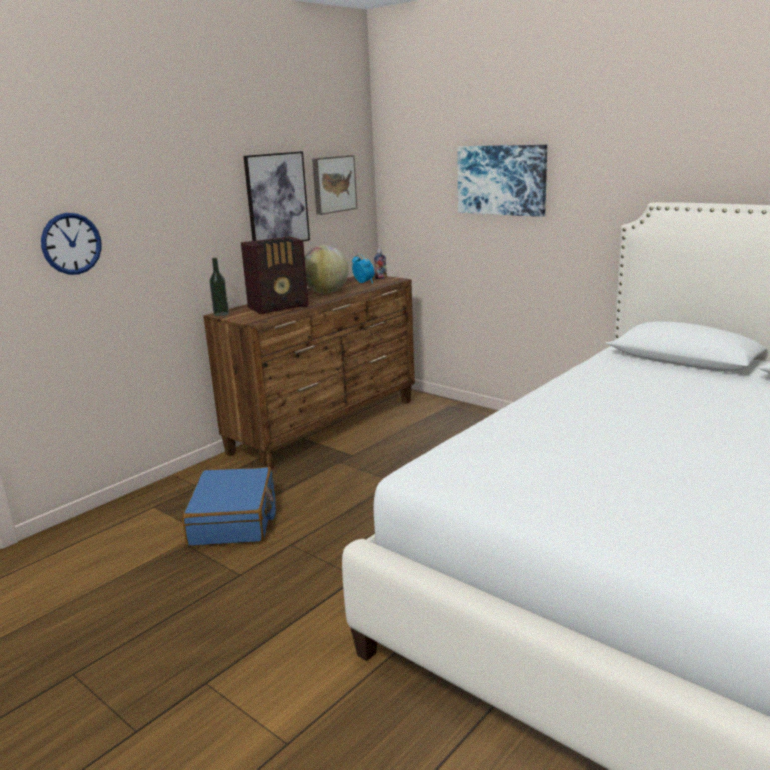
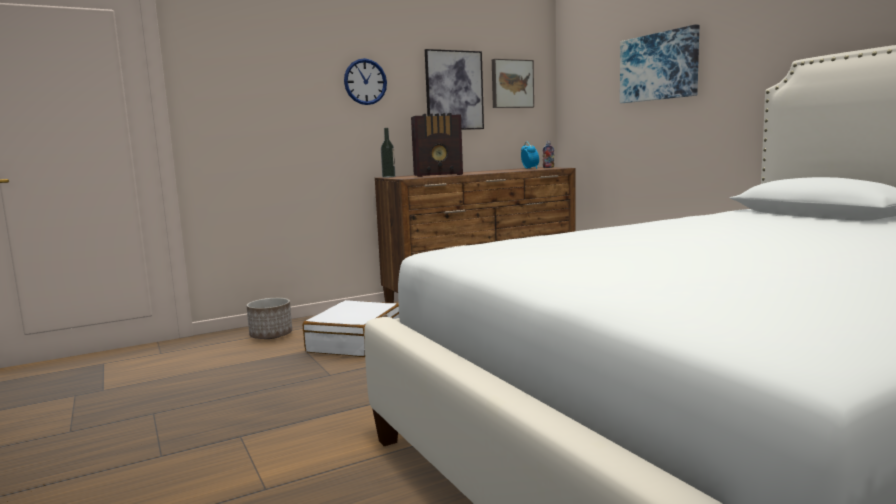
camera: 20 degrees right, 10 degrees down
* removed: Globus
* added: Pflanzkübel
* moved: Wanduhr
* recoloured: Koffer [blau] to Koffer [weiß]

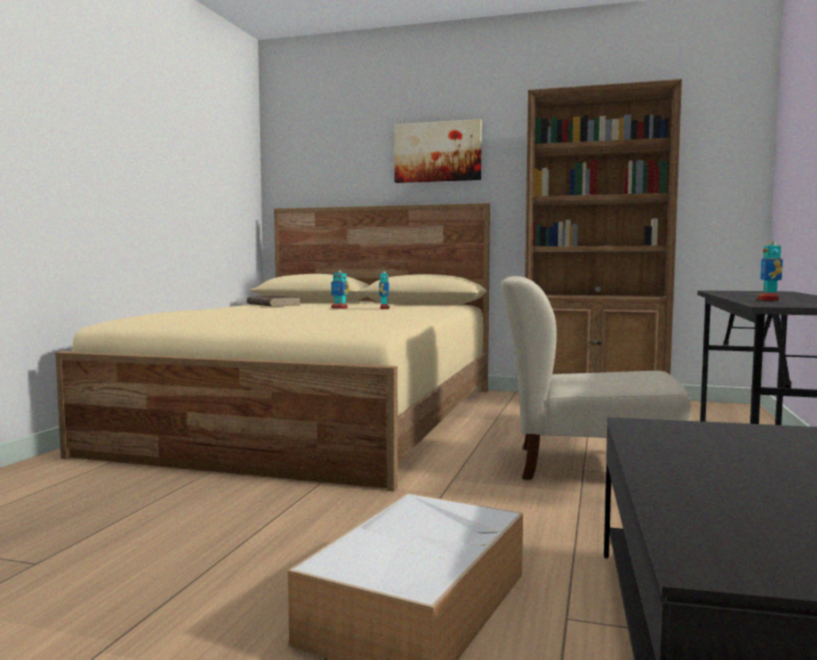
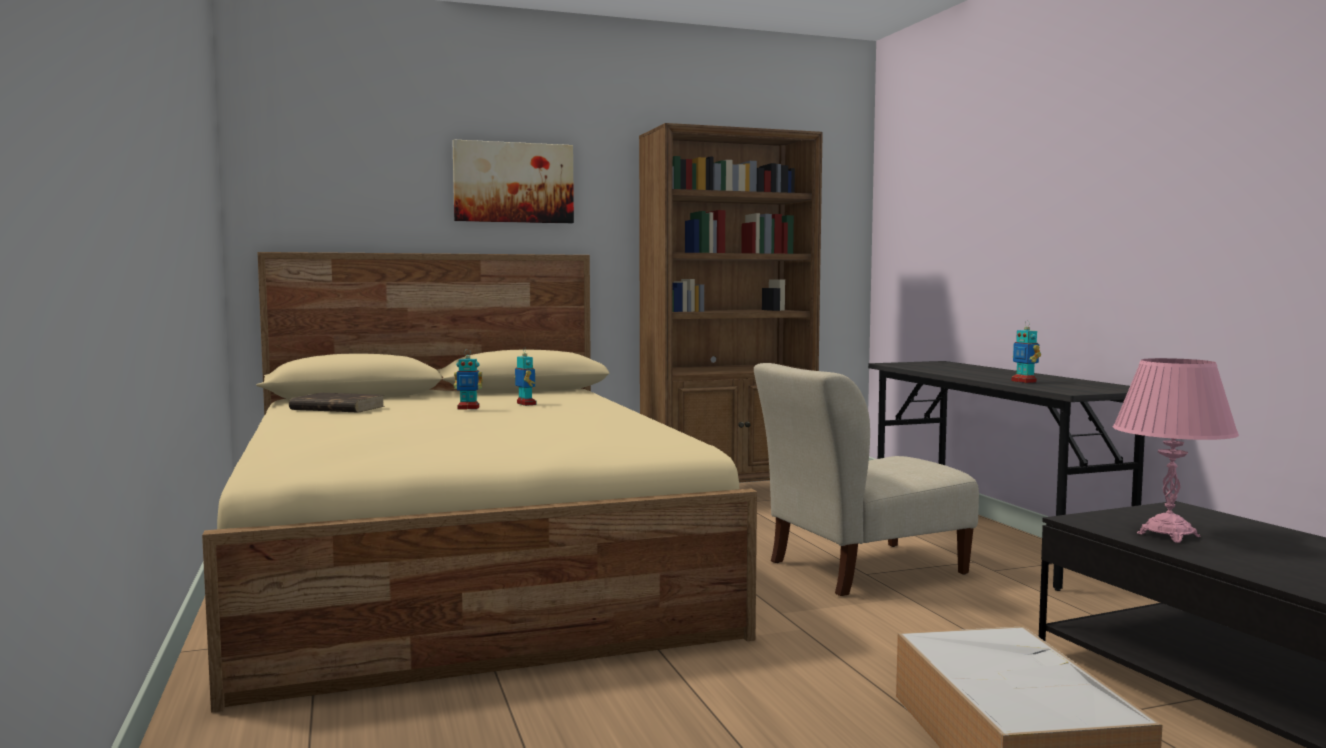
camera: 35 degrees left, 0 degrees up
* added: Tischlampe [rosa]

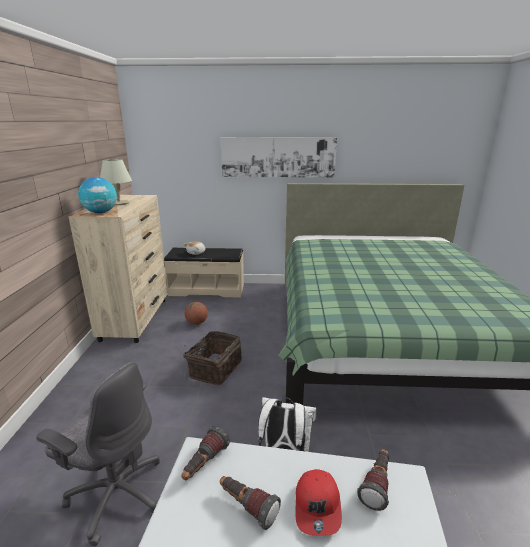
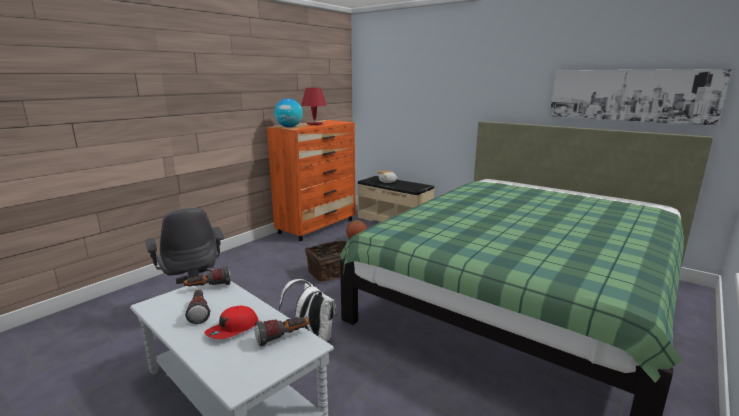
camera: 35 degrees right, 5 degrees down
* moved: Bild
* recoloured: Kommode [beige] to Kommode [orange]
* recoloured: Tischlampe [beige] to Tischlampe [rot]

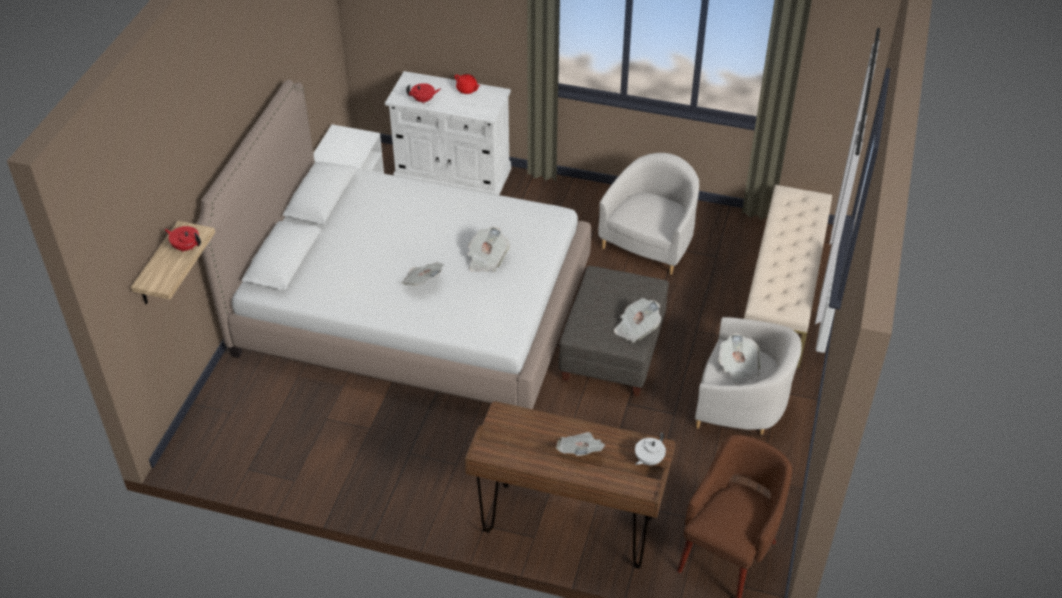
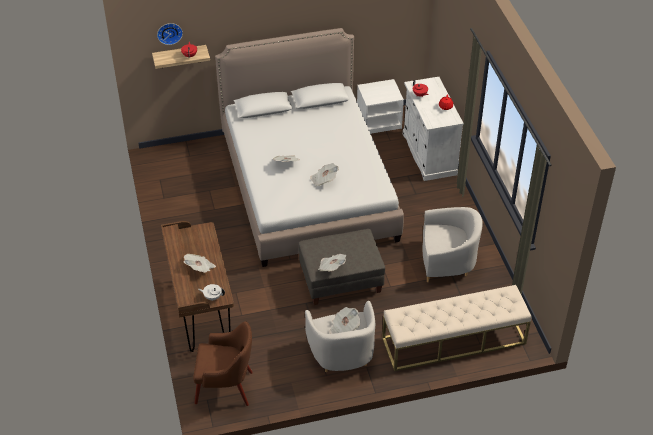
camera: 60 degrees right, 0 degrees up
* added: Wanduhr

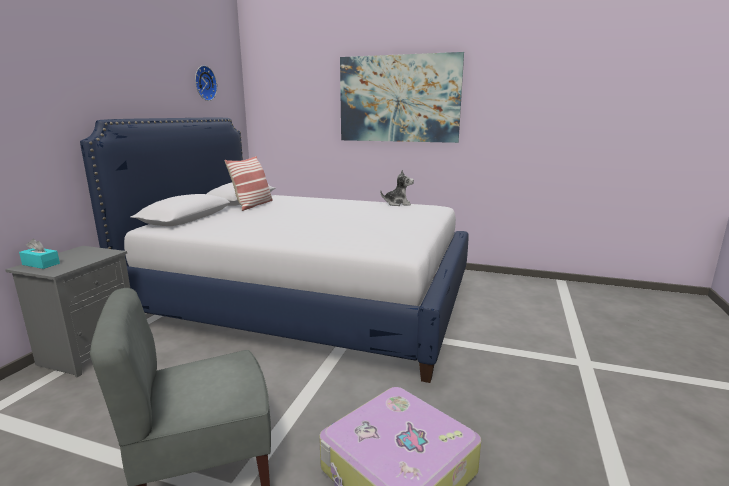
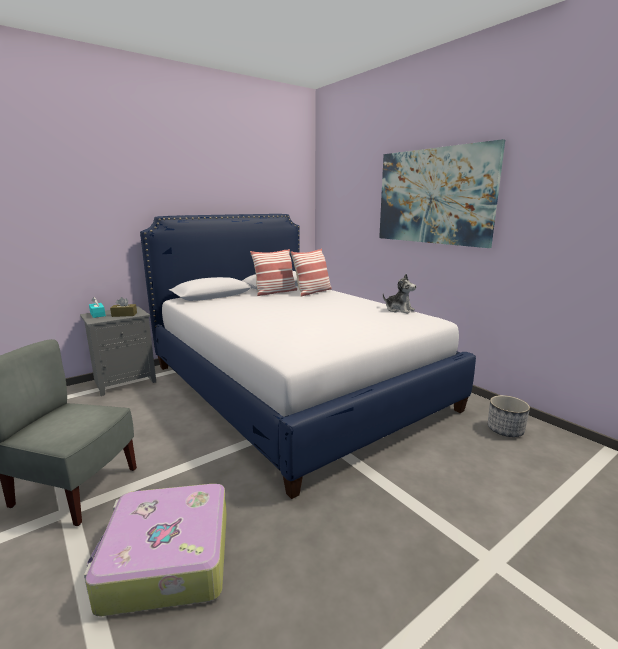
camera: 35 degrees right, 0 degrees up
* removed: Wanduhr
* added: Taschentuchbox [braun]
* added: Kissen (2nd from left)
* added: Pflanzkübel

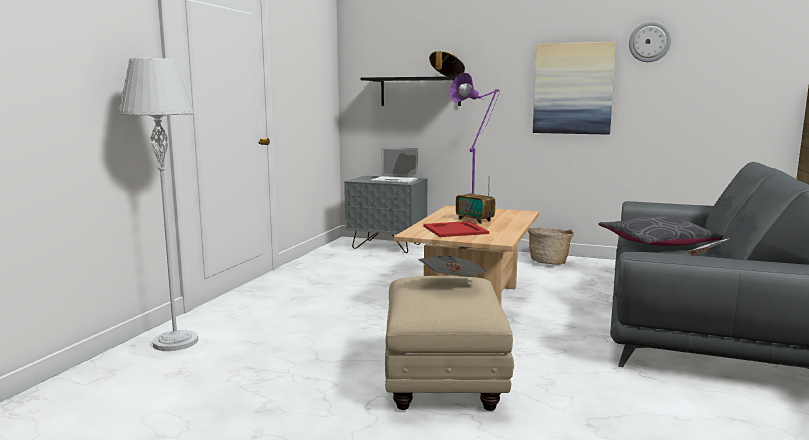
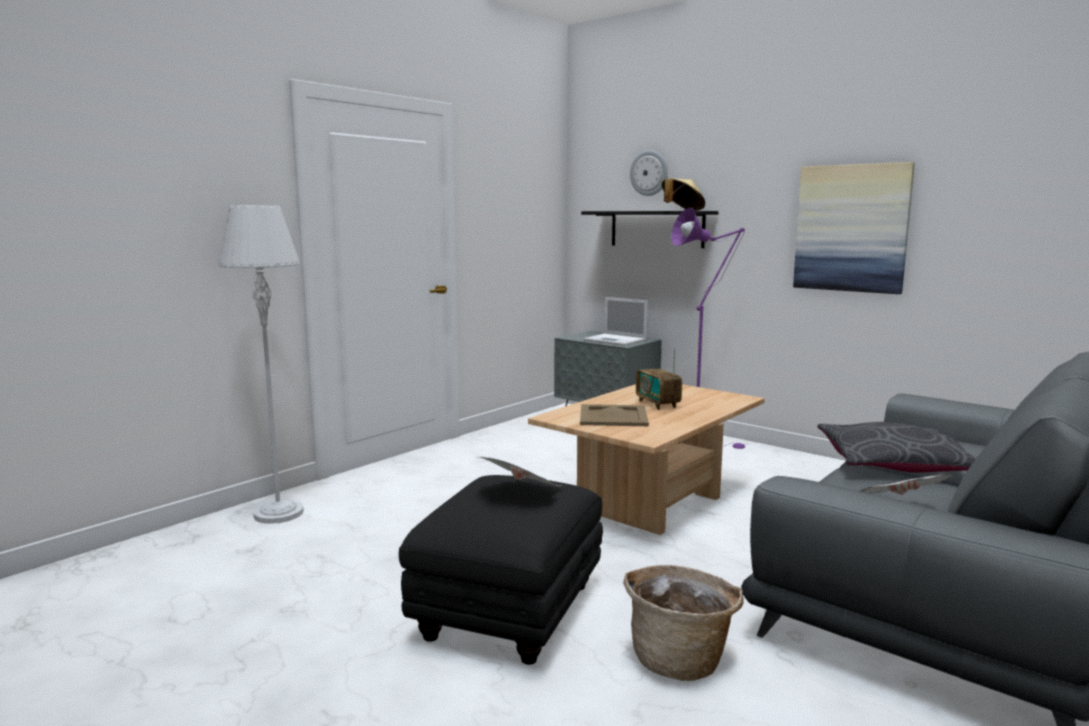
camera: 20 degrees right, 0 degrees up
* moved: Korb
* moved: Wanduhr
* recoloured: Polsterhocker [beige] to Polsterhocker [schwarz]
* recoloured: Tablett [rot] to Tablett [beige]

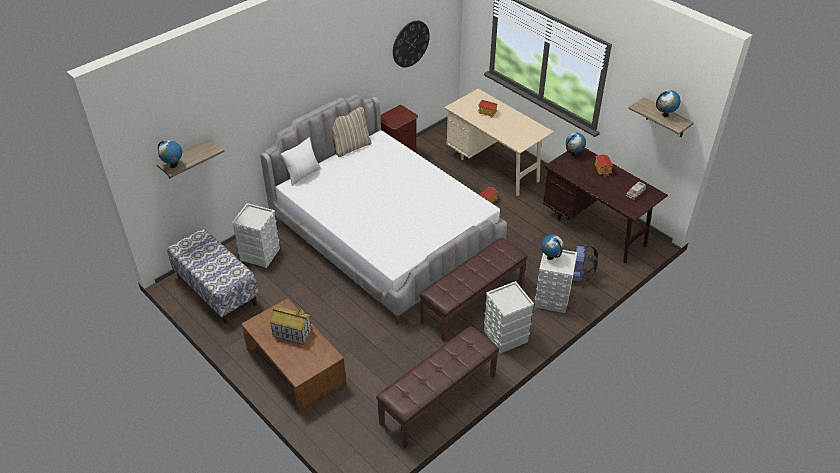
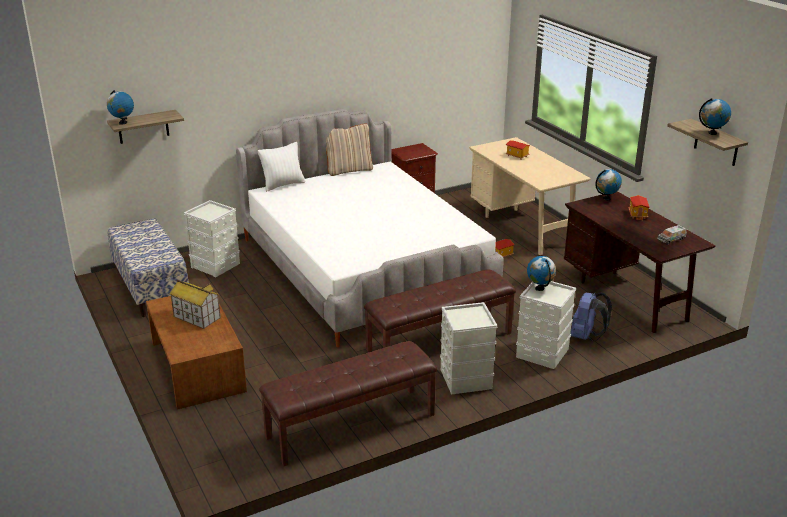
camera: 15 degrees right, 15 degrees down
* removed: Wanduhr

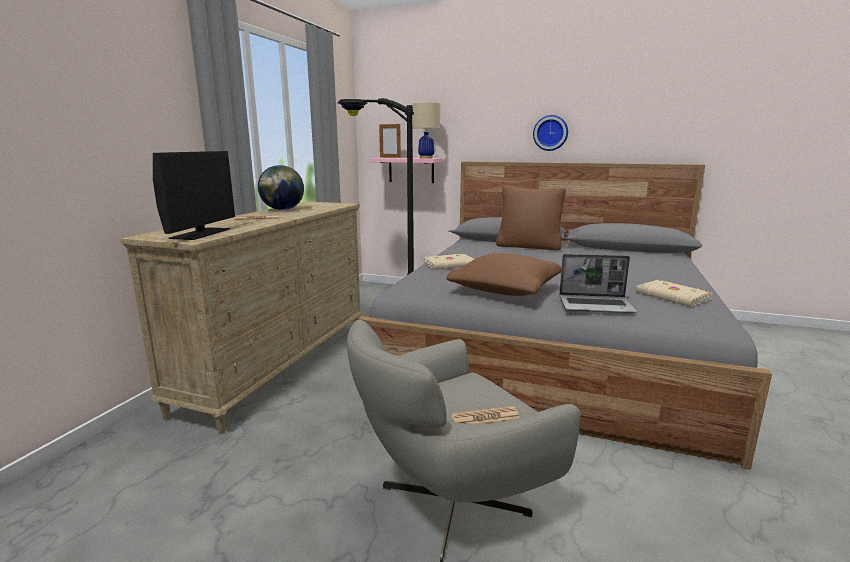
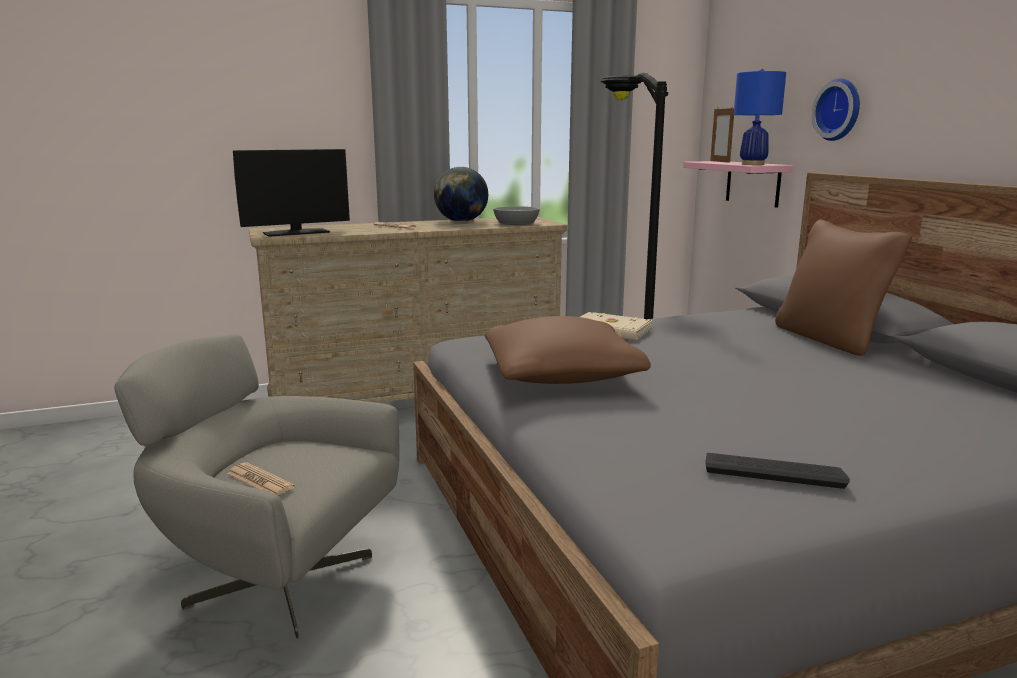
camera: 50 degrees right, 0 degrees up
* removed: Laptop
* added: Schüssel [grau]
* moved: Wanduhr
* replaced: Buch [beige] (2nd from left) to Tastatur
* recoloured: Tischlampe [beige] to Tischlampe [blau]

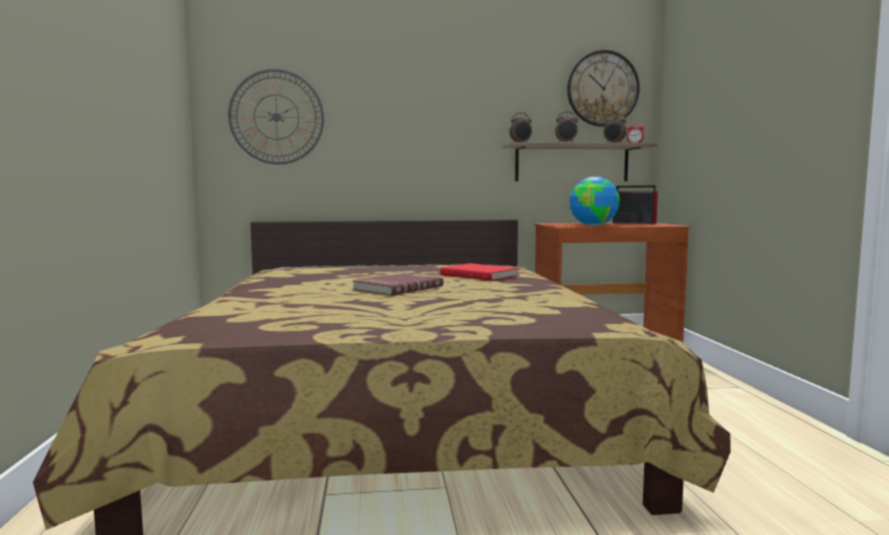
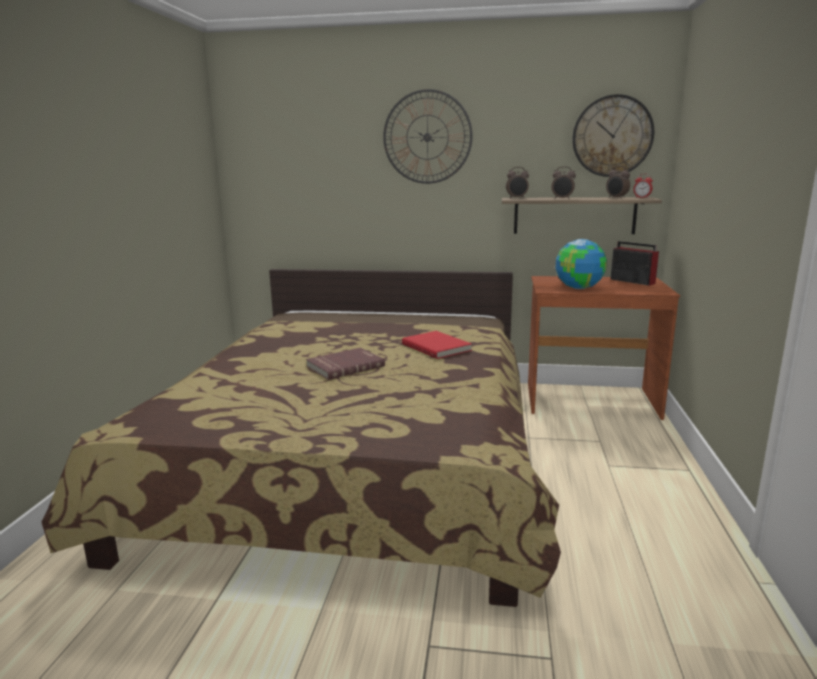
camera: 15 degrees right, 10 degrees up
* moved: Wanduhr (1st from left)

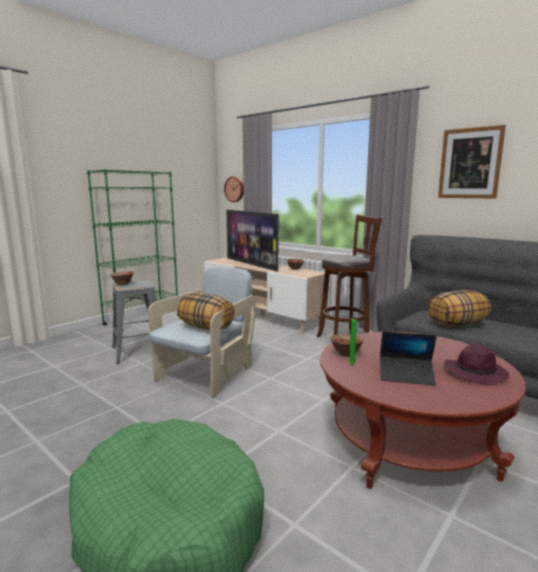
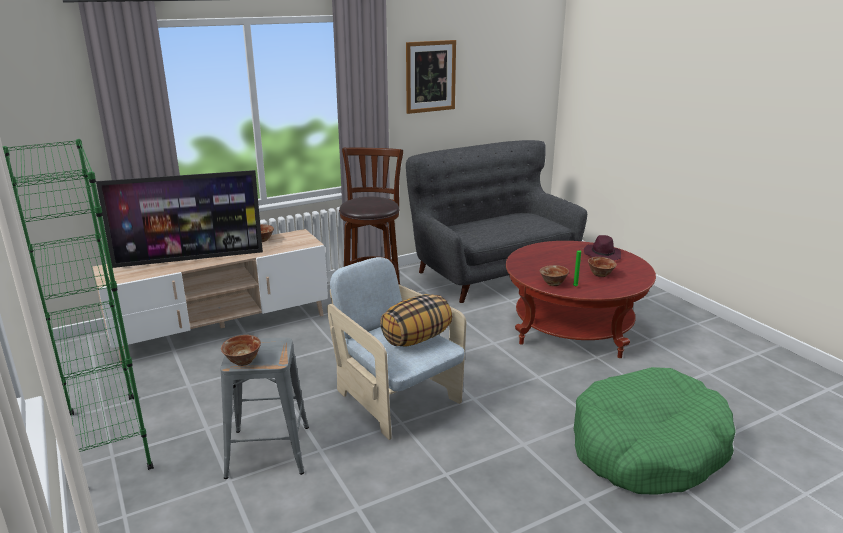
camera: 70 degrees left, 10 degrees up
* removed: Wanduhr
* removed: Kissen (2nd from left)
* replaced: Laptop to Schüssel (4th from left)

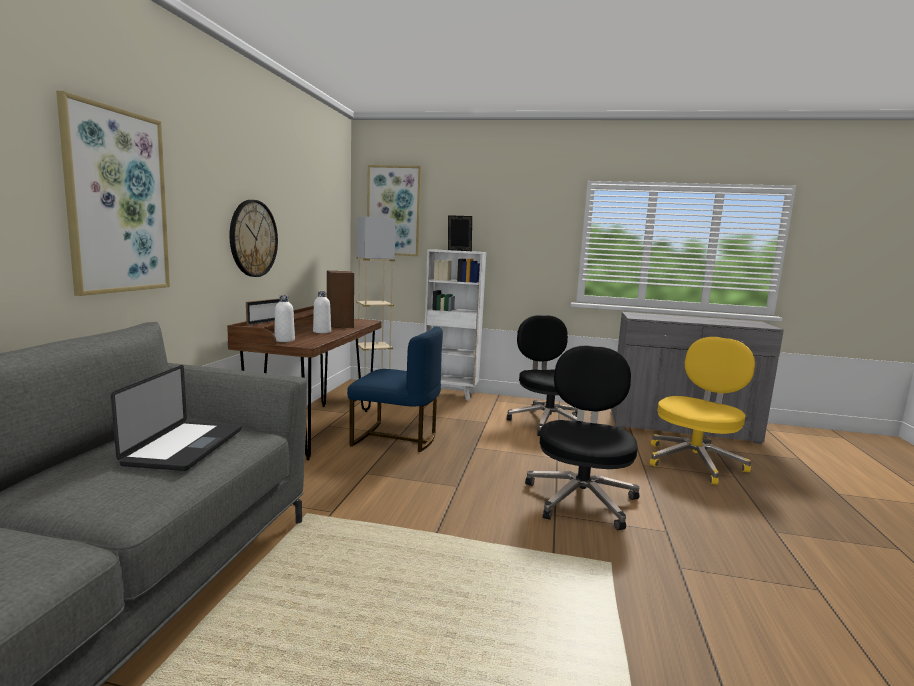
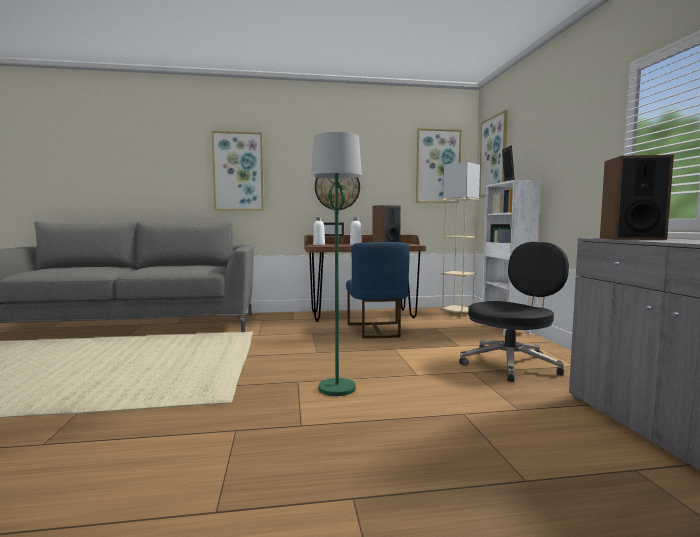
camera: 70 degrees right, 5 degrees down
* removed: Laptop
* removed: Bürostuhl [gelb]
* added: Bild (2nd from left)
* added: Lautsprecher (2nd from left)
* replaced: Bürostuhl [schwarz] (2nd from left) to Stehlampe [grün]

